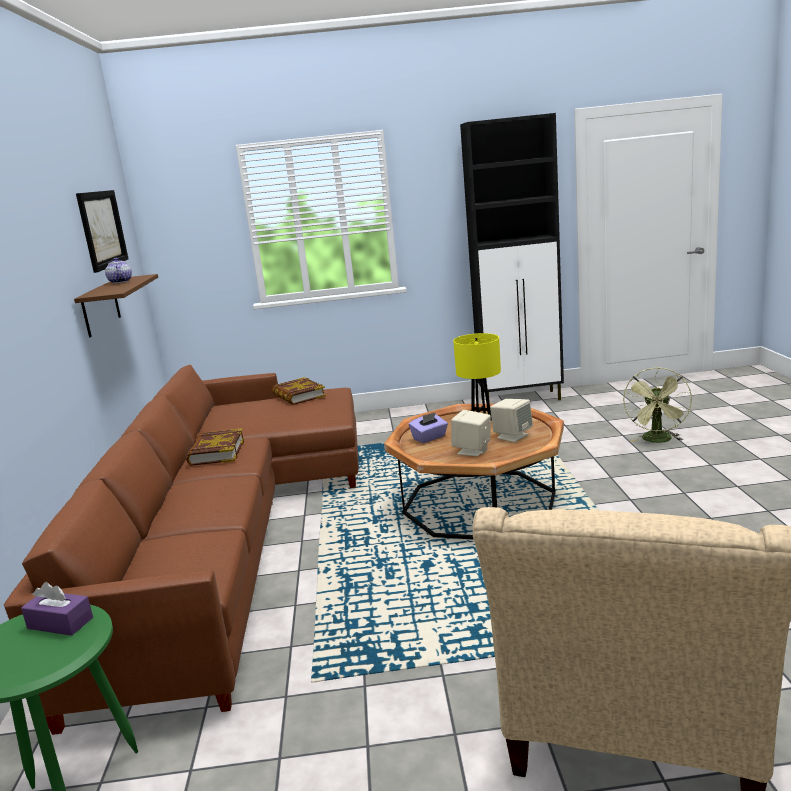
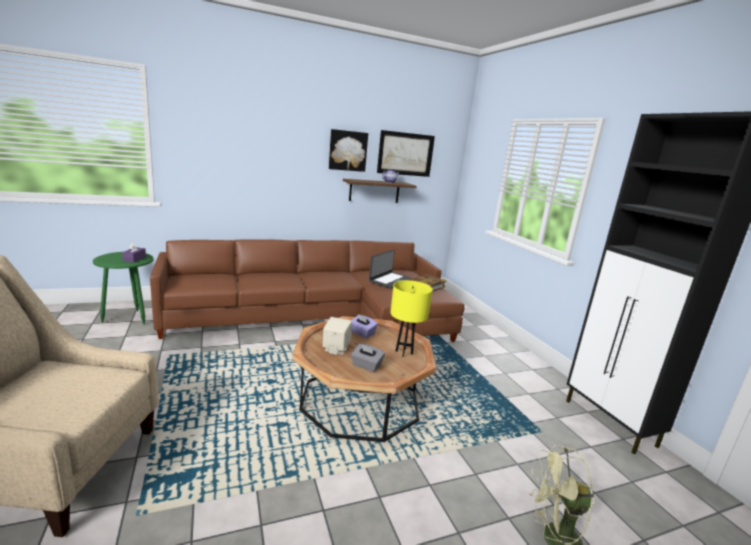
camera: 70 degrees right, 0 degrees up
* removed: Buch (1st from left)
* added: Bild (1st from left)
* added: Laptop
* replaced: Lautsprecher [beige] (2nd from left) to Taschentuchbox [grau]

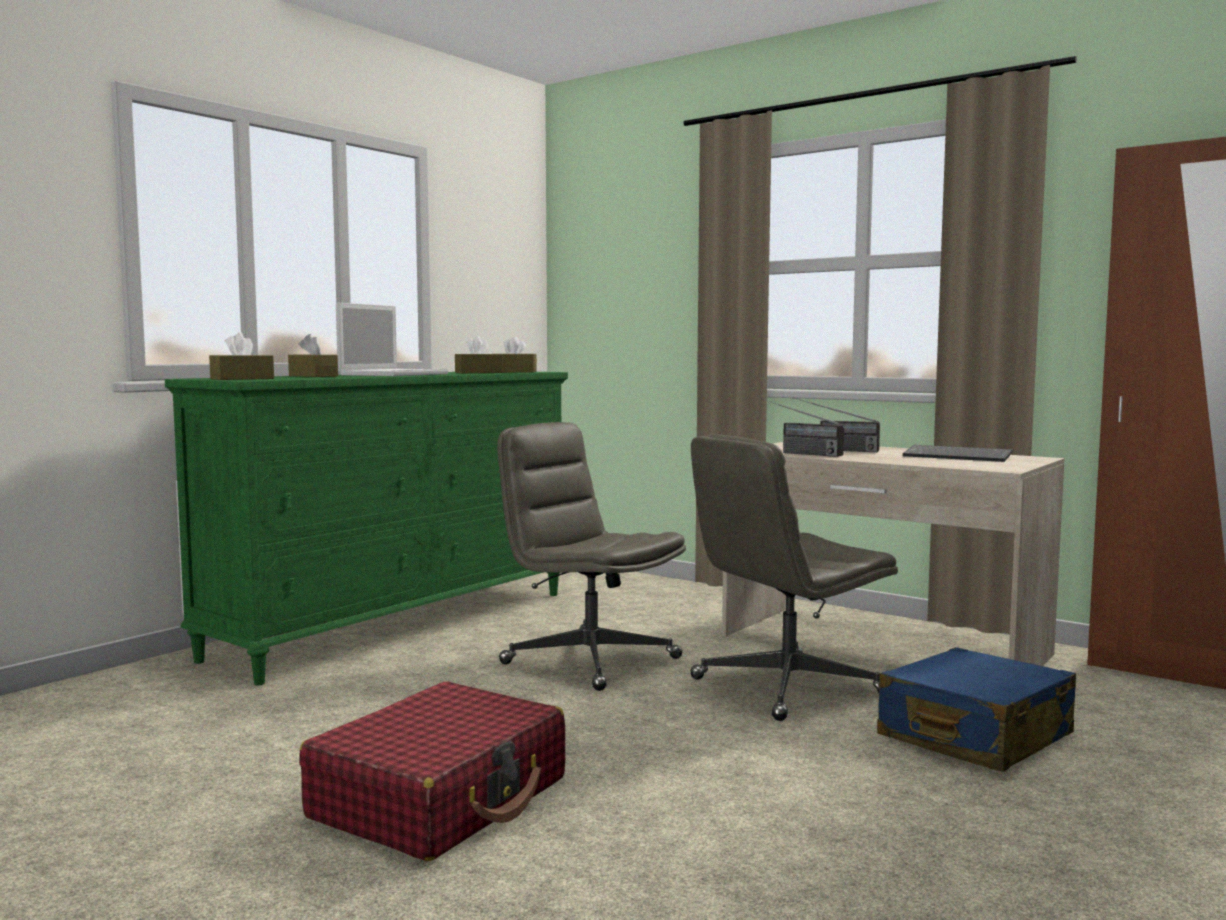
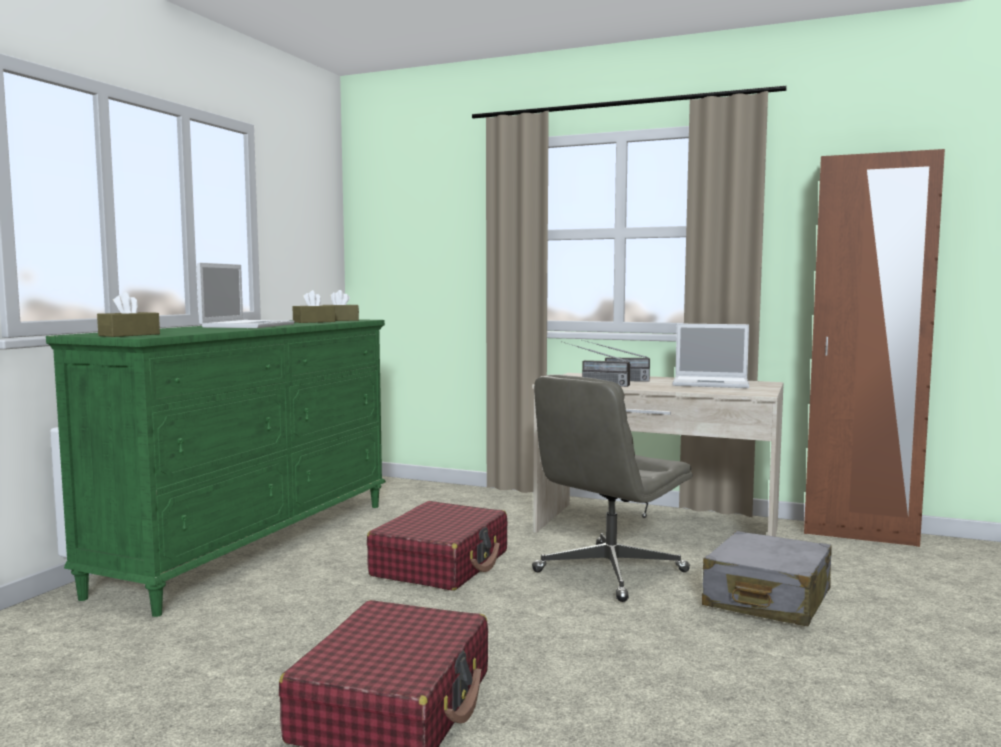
camera: 15 degrees left, 0 degrees up
* removed: Taschentuchbox [braun] (2nd from left)
* replaced: Bürostuhl [grau] (1st from left) to Koffer [rot] (2nd from left)
* replaced: Tastatur to Laptop (2nd from left)
* recoloured: Koffer [blau] to Koffer [grau]

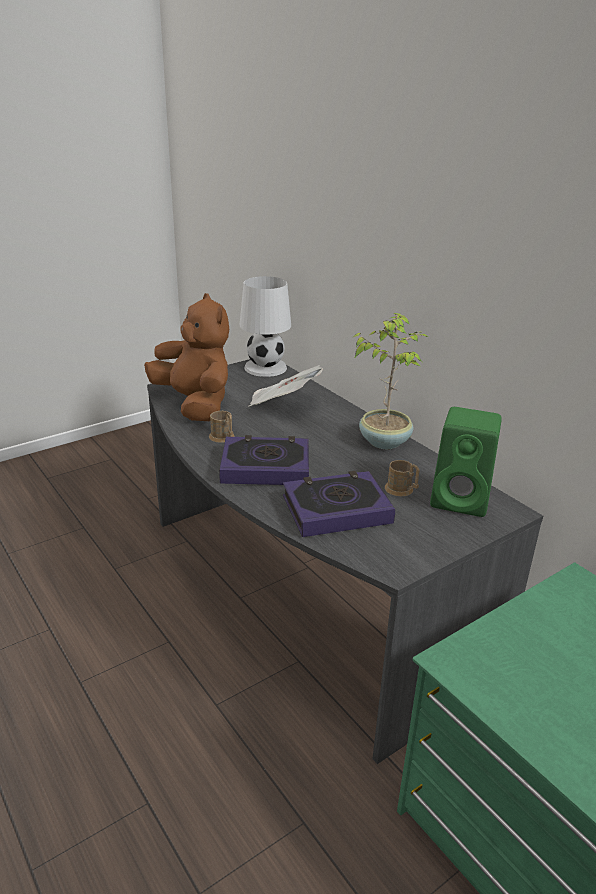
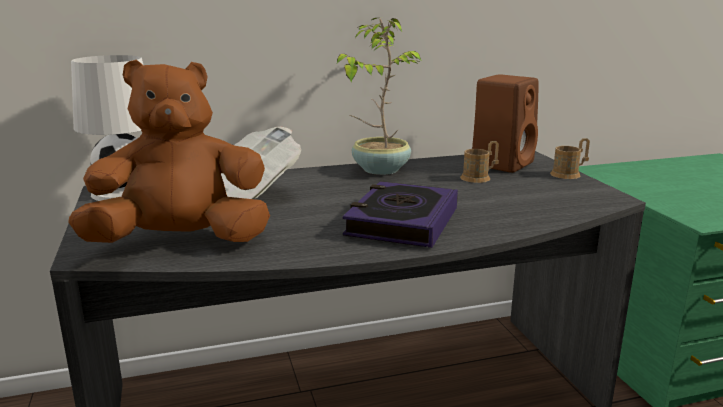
camera: 70 degrees left, 10 degrees down
* removed: Buch (2nd from left)
* moved: Henkelbecher [braun] (1st from left in the first image) to Henkelbecher [braun] (2nd from left)
* recoloured: Lautsprecher [grün] to Lautsprecher [braun]

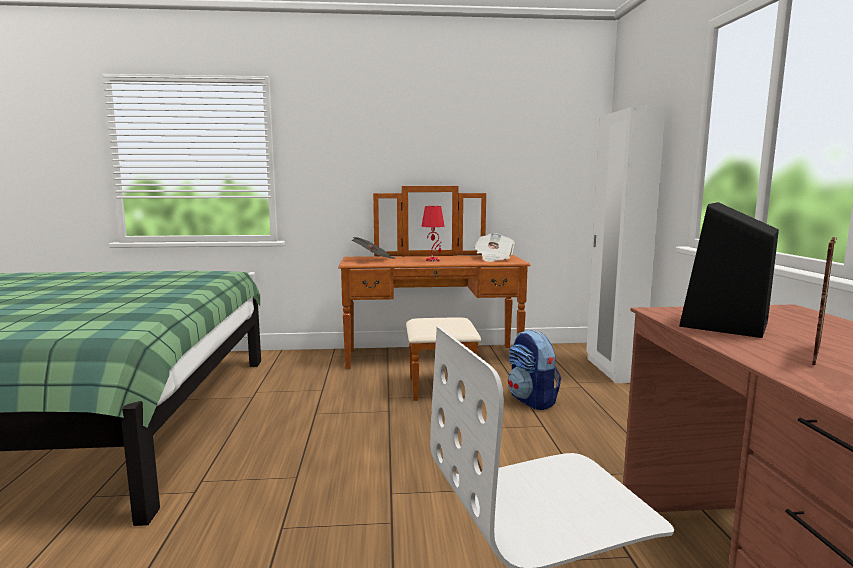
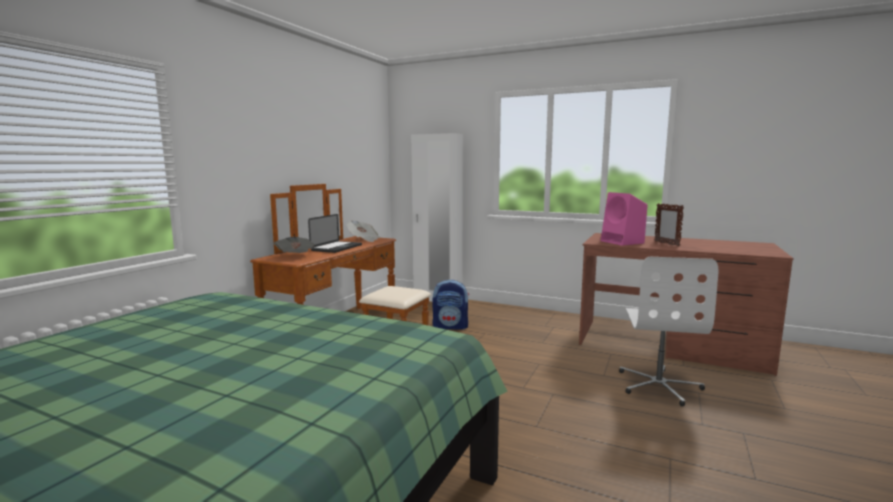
camera: 60 degrees left, 0 degrees up
* replaced: Tischlampe [rot] to Laptop
* recoloured: Lautsprecher [schwarz] to Lautsprecher [rosa]

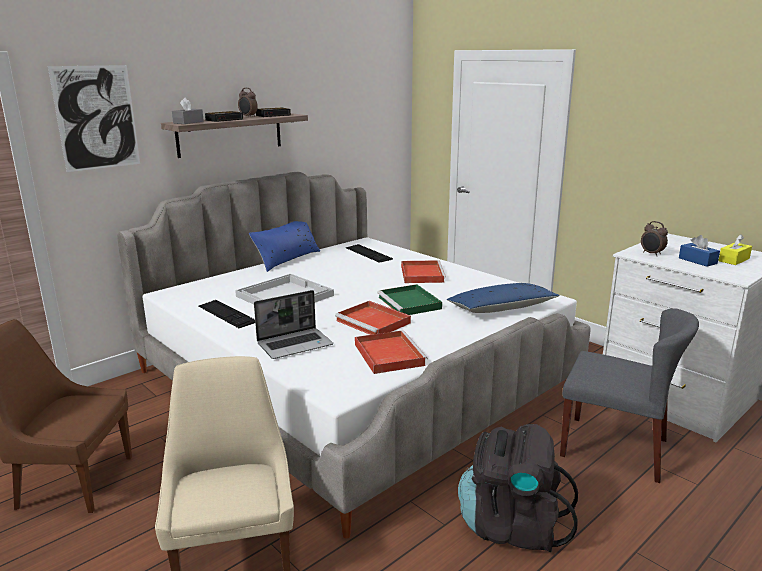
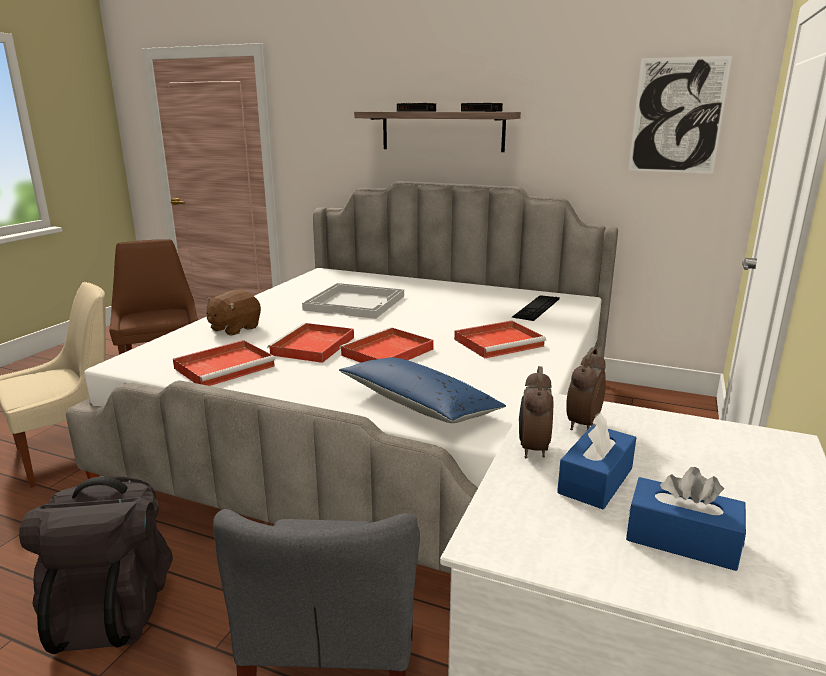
camera: 65 degrees right, 0 degrees up
* removed: Taschentuchbox [grau]
* removed: Tastatur (1st from left)
* removed: Kissen [blau] (1st from left)
* moved: Bild
* moved: Wecker (2nd from left in the first image) to Wecker (3rd from left)
* replaced: Laptop to Plüschtier [braun]
* recoloured: Tablett [grün] to Tablett [rot] (3rd from left)
* recoloured: Taschentuchbox [gelb] to Taschentuchbox [blau] (2nd from left)

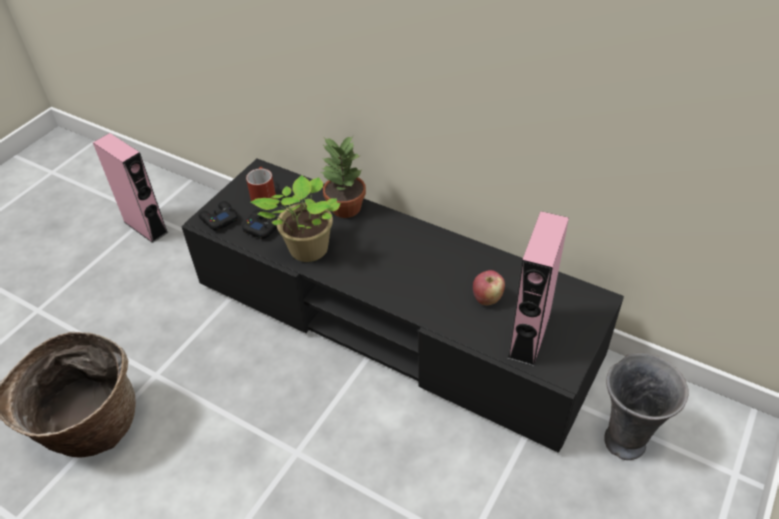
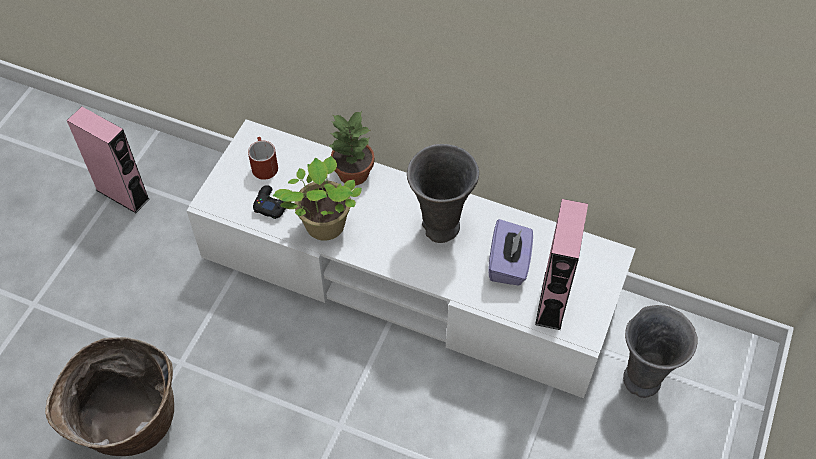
camera: 10 degrees left, 10 degrees up
* removed: Gamepad [schwarz] (1st from left)
* added: Vase [grau] (1st from left)
* replaced: Apfel to Taschentuchbox [lila]
* recoloured: Fernsehschrank [schwarz] to Fernsehschrank [weiß]

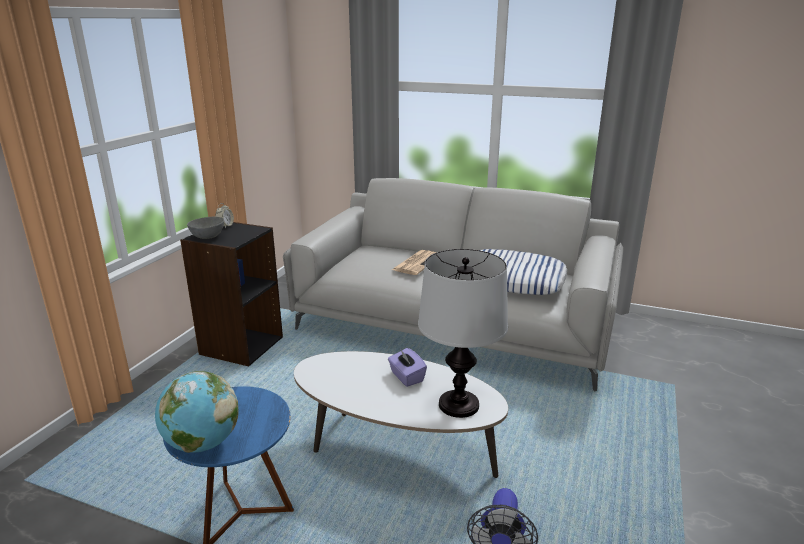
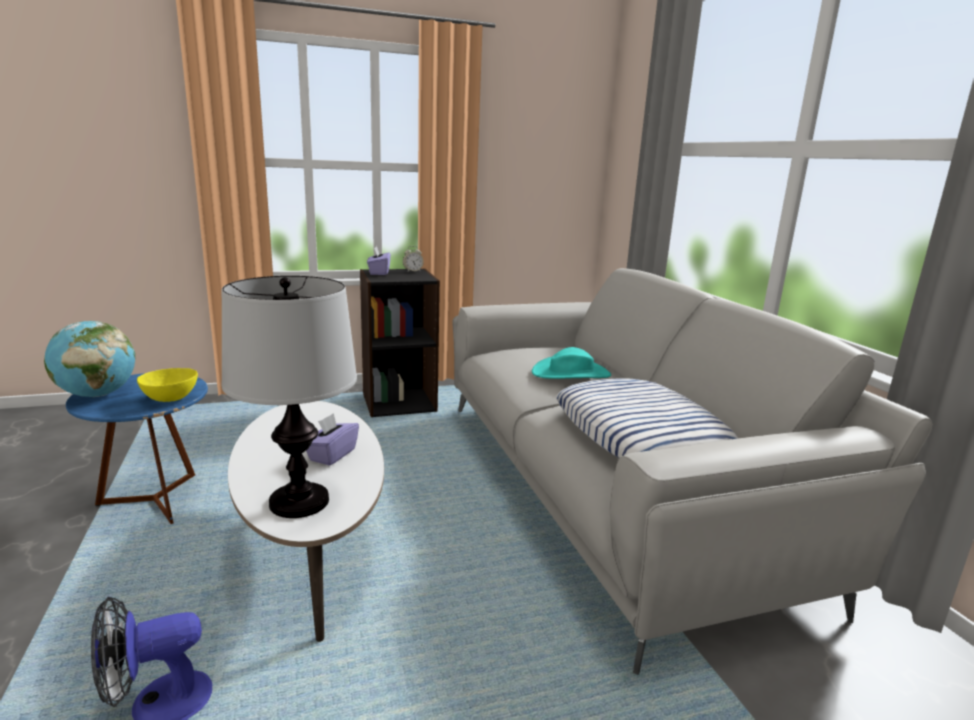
camera: 50 degrees right, 5 degrees down
* added: Schüssel [gelb]
* replaced: Schüssel [grau] to Taschentuchbox [lila] (2nd from left)
* replaced: Zeitung to Hut [türkis]

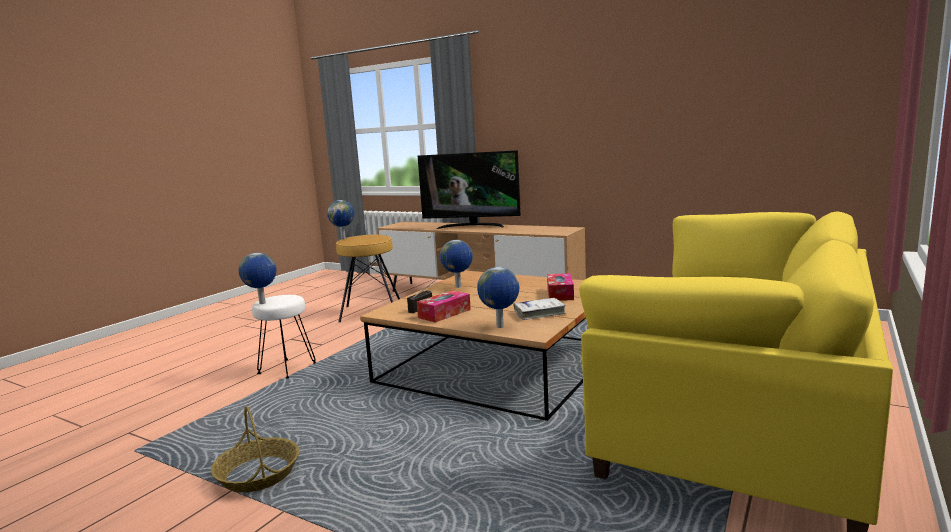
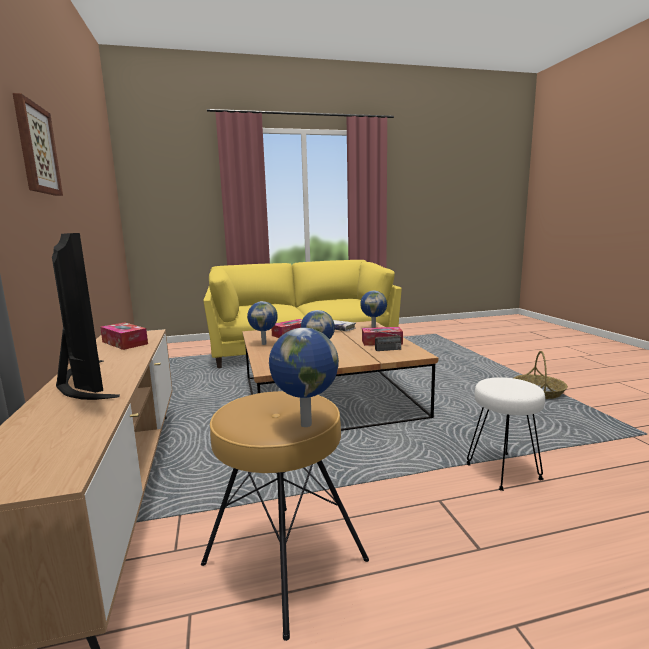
camera: 135 degrees left, 0 degrees up
* added: Bild
* added: Taschentuchbox (1st from left)
* moved: Globus (1st from left)

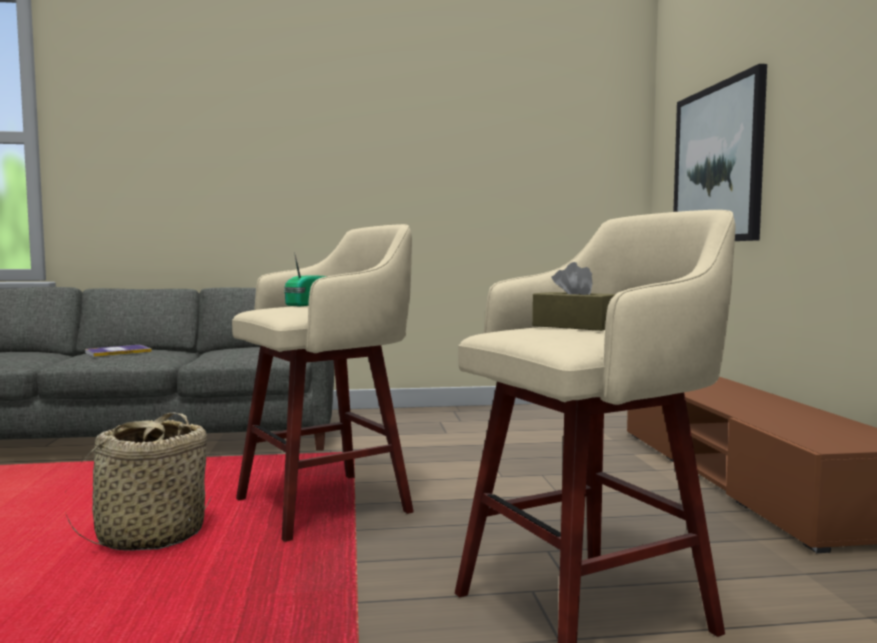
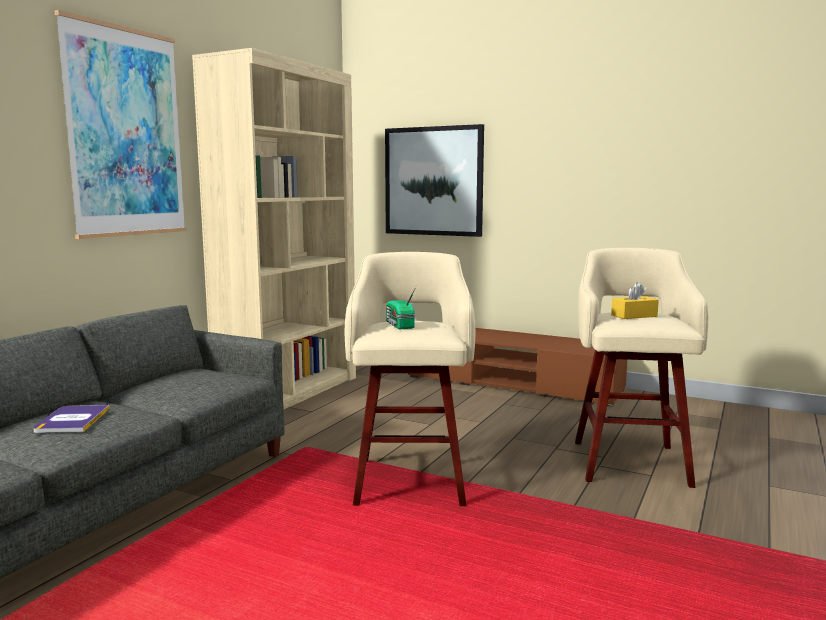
camera: 55 degrees left, 5 degrees up
* removed: Korb
* added: Bild (1st from left)
* added: Bücherregal [beige]
* recoloured: Taschentuchbox [braun] to Taschentuchbox [gelb]

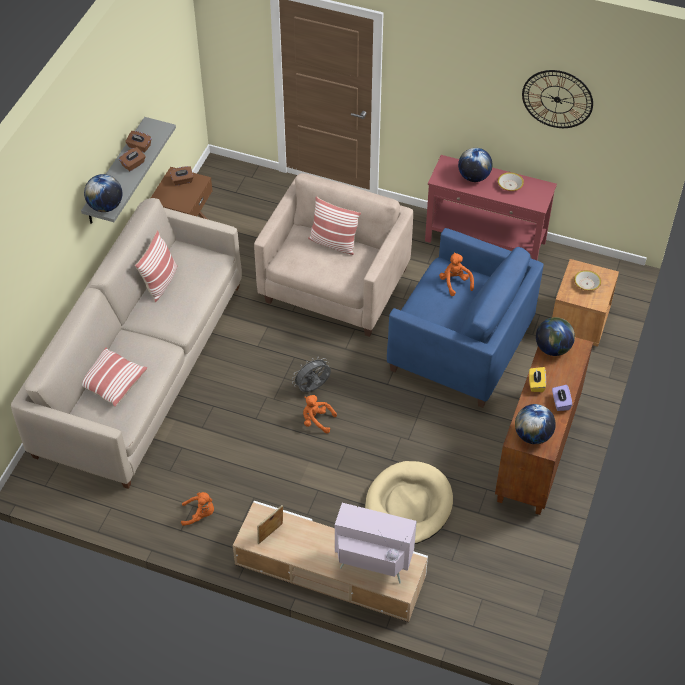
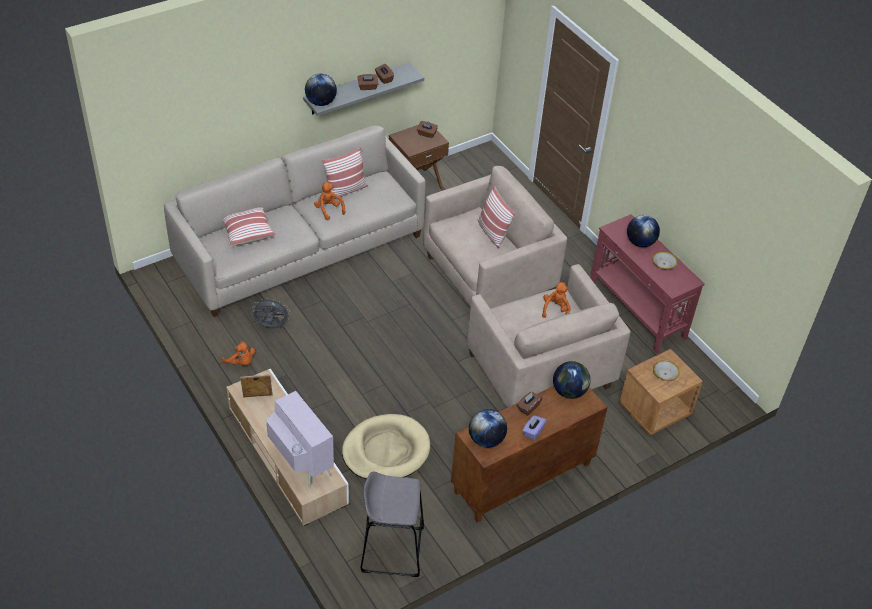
camera: 35 degrees right, 5 degrees down
* removed: Wanduhr
* added: Hocker [grau]
* moved: Ventilator [grau]
* moved: Plüschtier [orange] (2nd from left)
* recoloured: Sessel [blau] to Sessel [beige] (2nd from left)
* recoloured: Taschentuchbox [gelb] to Taschentuchbox [braun] (4th from left)

